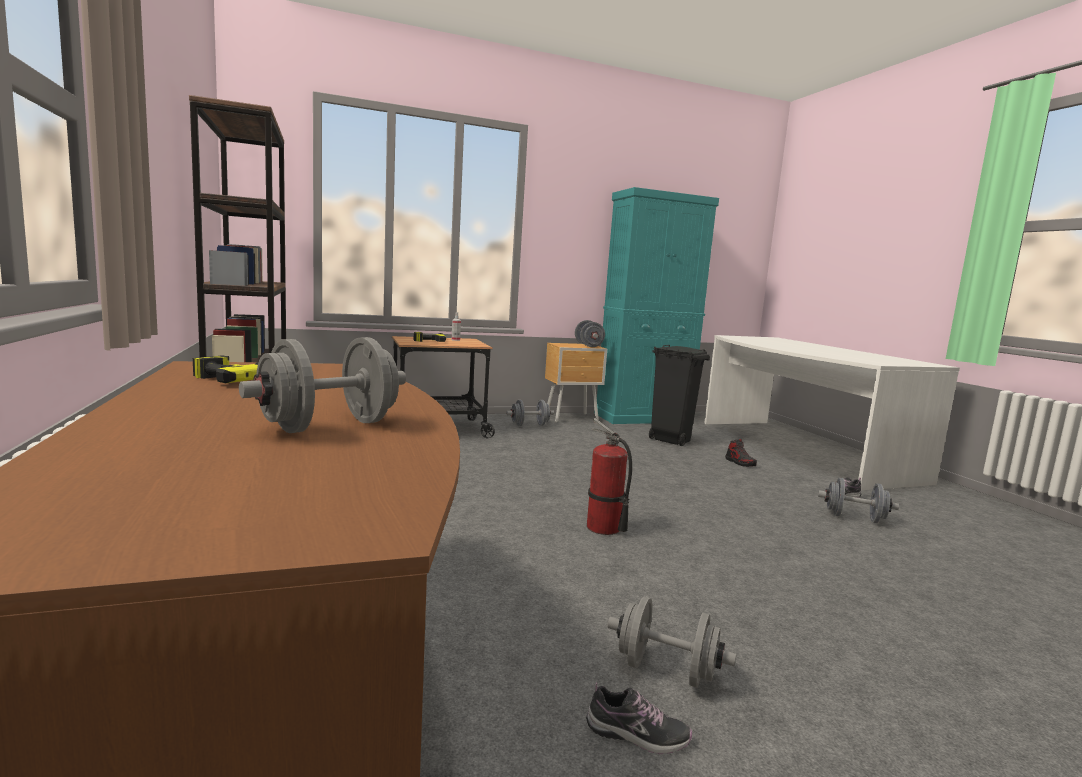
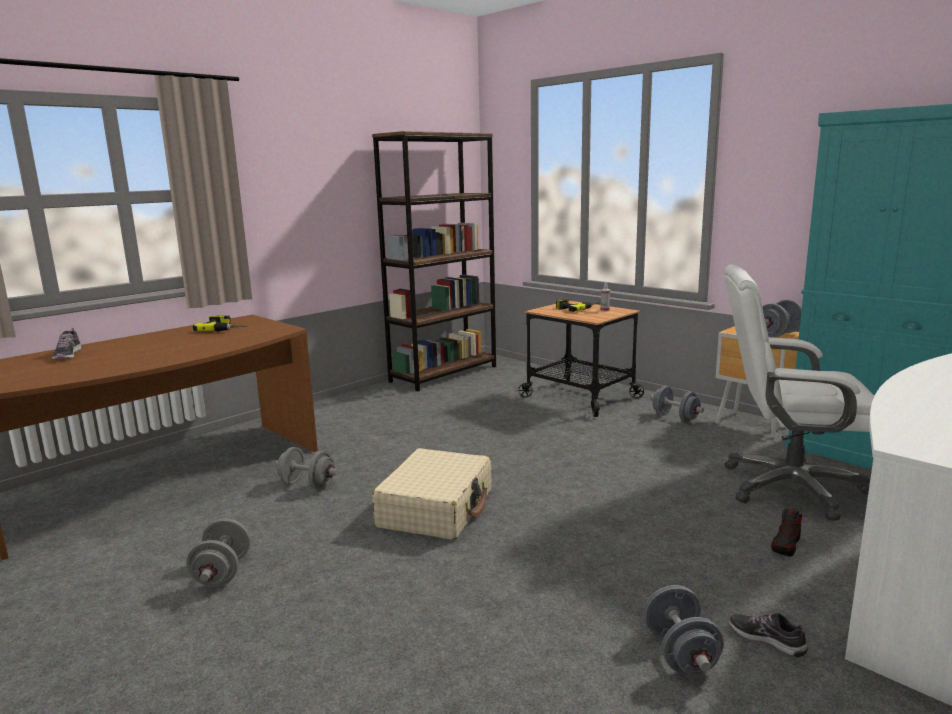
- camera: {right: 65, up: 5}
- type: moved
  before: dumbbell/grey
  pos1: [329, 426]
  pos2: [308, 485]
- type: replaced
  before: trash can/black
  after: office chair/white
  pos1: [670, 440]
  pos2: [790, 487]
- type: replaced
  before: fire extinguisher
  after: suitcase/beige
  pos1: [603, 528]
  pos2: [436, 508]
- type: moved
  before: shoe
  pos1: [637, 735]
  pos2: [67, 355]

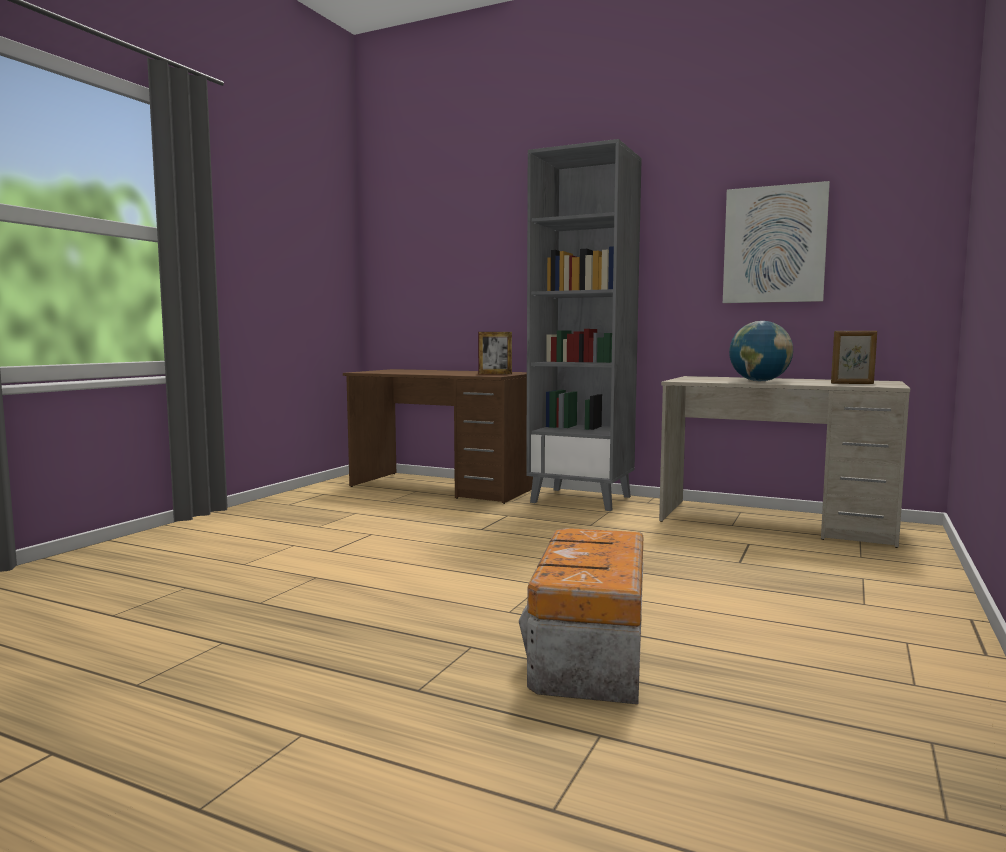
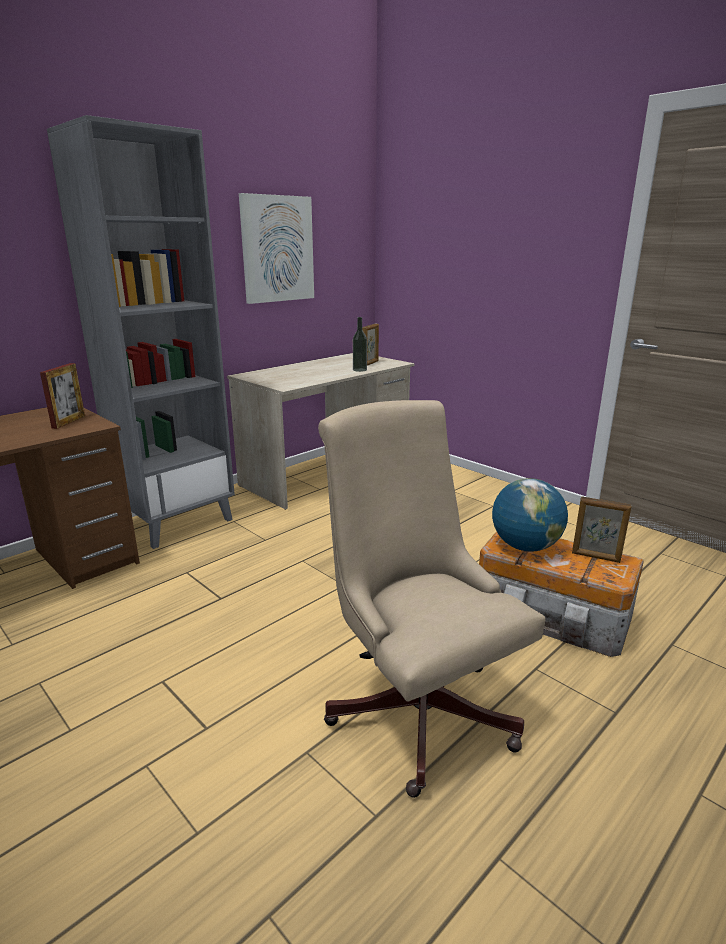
- camera: {right: -70, up: 15}
- type: moved
  before: globe
  pos1: [759, 381]
  pos2: [525, 546]
- type: added
  after: bottle
  pos2: [359, 370]
- type: added
  after: office chair/beige
  pos2: [416, 704]
- type: added
  after: picture frame
  pos2: [596, 557]

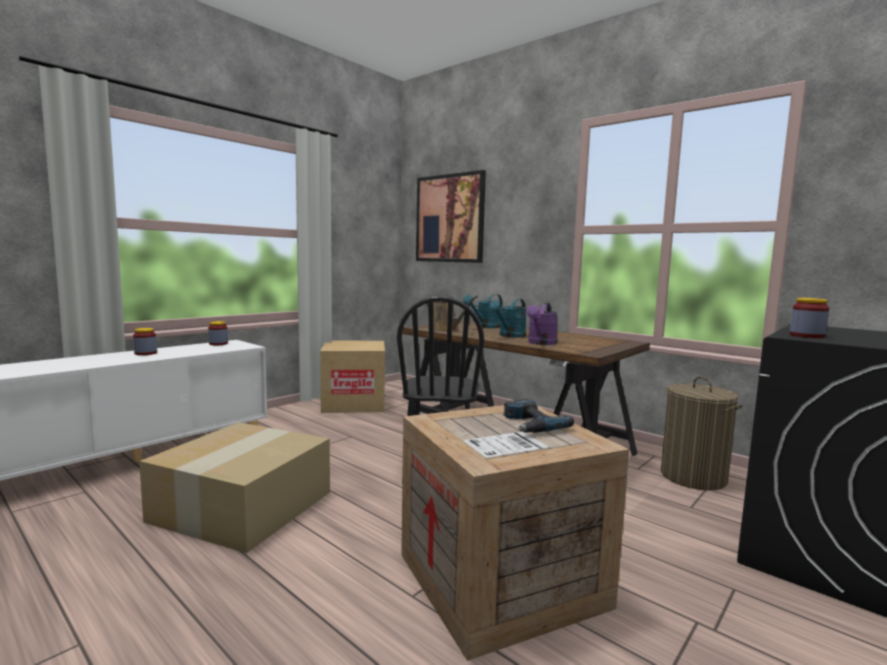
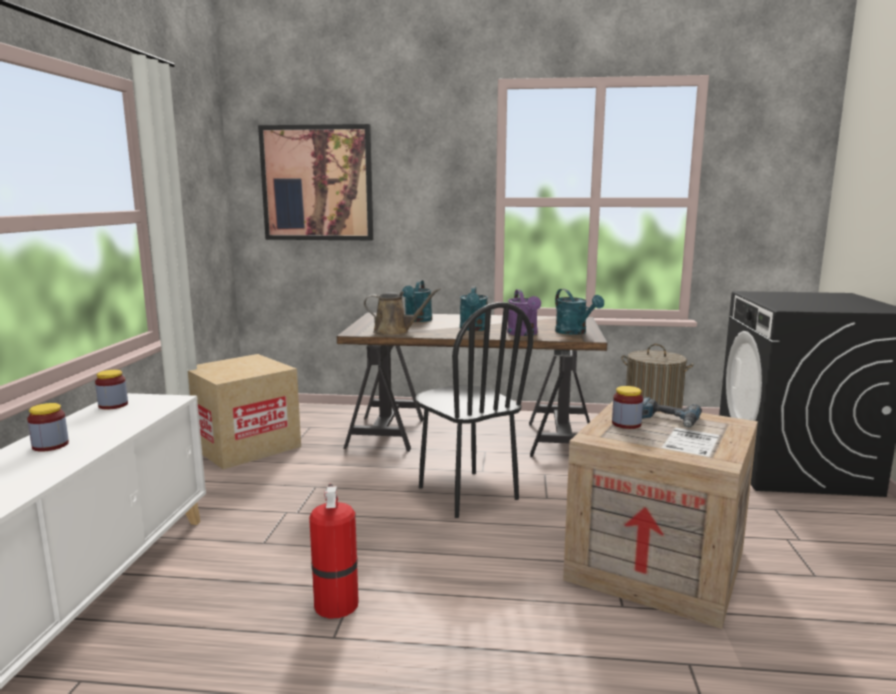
- camera: {right: -35, up: 5}
- type: moved
  before: jar
  pos1: [807, 336]
  pos2: [626, 424]
- type: replaced
  before: cardboard box
  after: fire extinguisher
  pos1: [243, 505]
  pos2: [336, 603]
- type: added
  after: watering can/turquoise
  pos2: [574, 332]

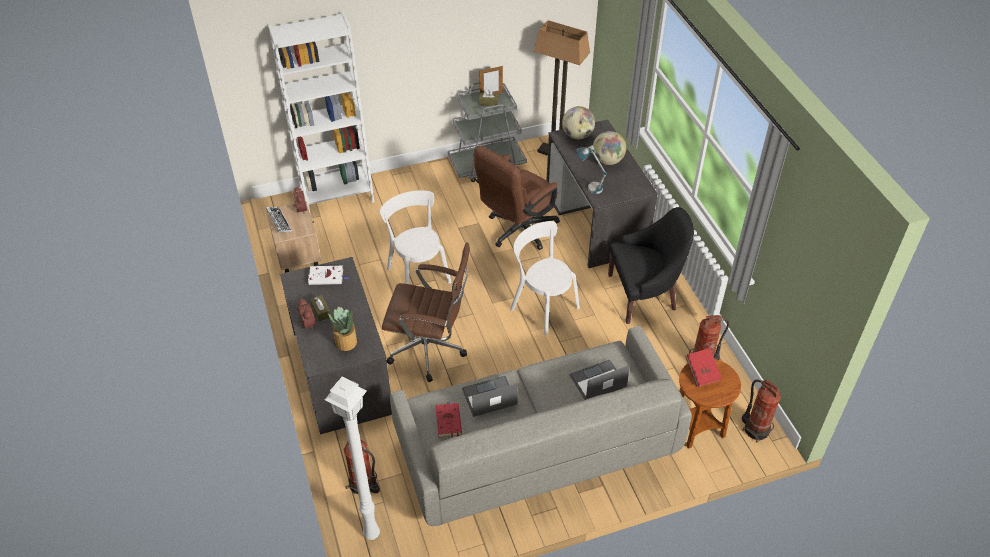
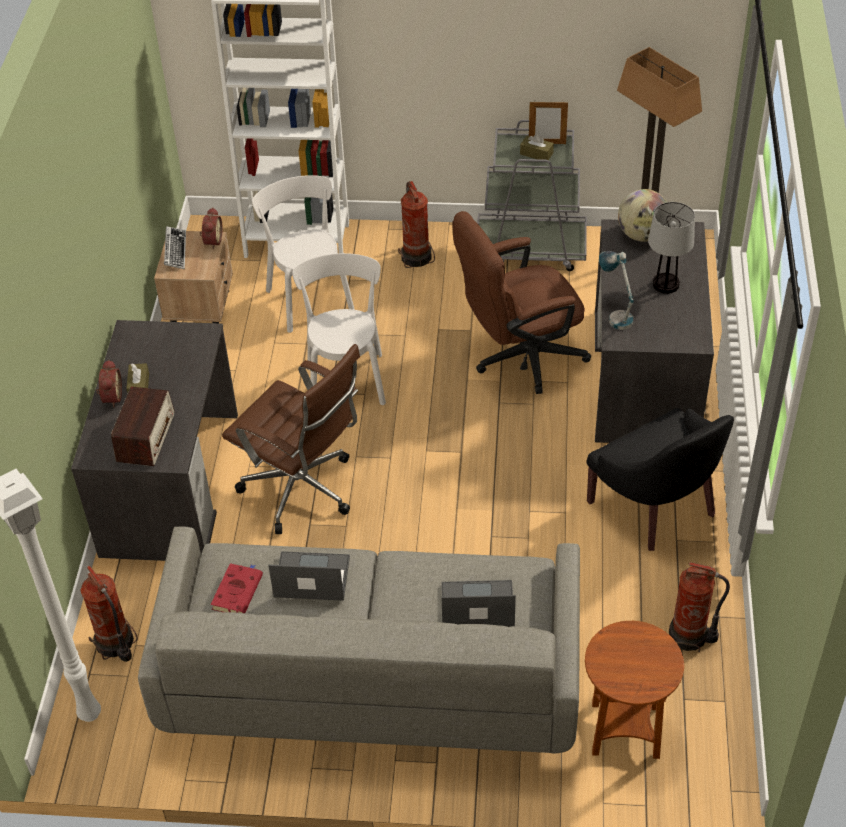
- camera: {right: 25, up: 0}
- type: replaced
  before: globe
  after: table lamp
  pos1: [607, 161]
  pos2: [665, 285]
- type: turned
  before: armchair/black
  pos1: [644, 294]
  pos2: [657, 506]
  turn: 45
- type: moved
  before: chair/white
  pos1: [542, 306]
  pos2: [309, 298]
- type: removed
  before: book/white
  pos1: [327, 277]
- type: replaced
  before: potted plant
  after: radio
  pos1: [346, 342]
  pos2: [146, 437]
- type: removed
  before: book/red
  pos1: [702, 373]
- type: moved
  before: fire extinguisher
  pos1: [756, 428]
  pos2: [416, 256]

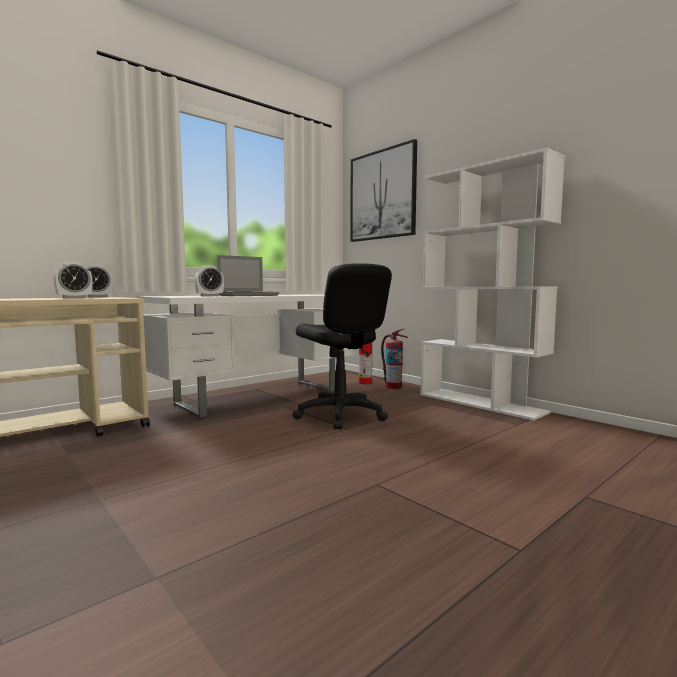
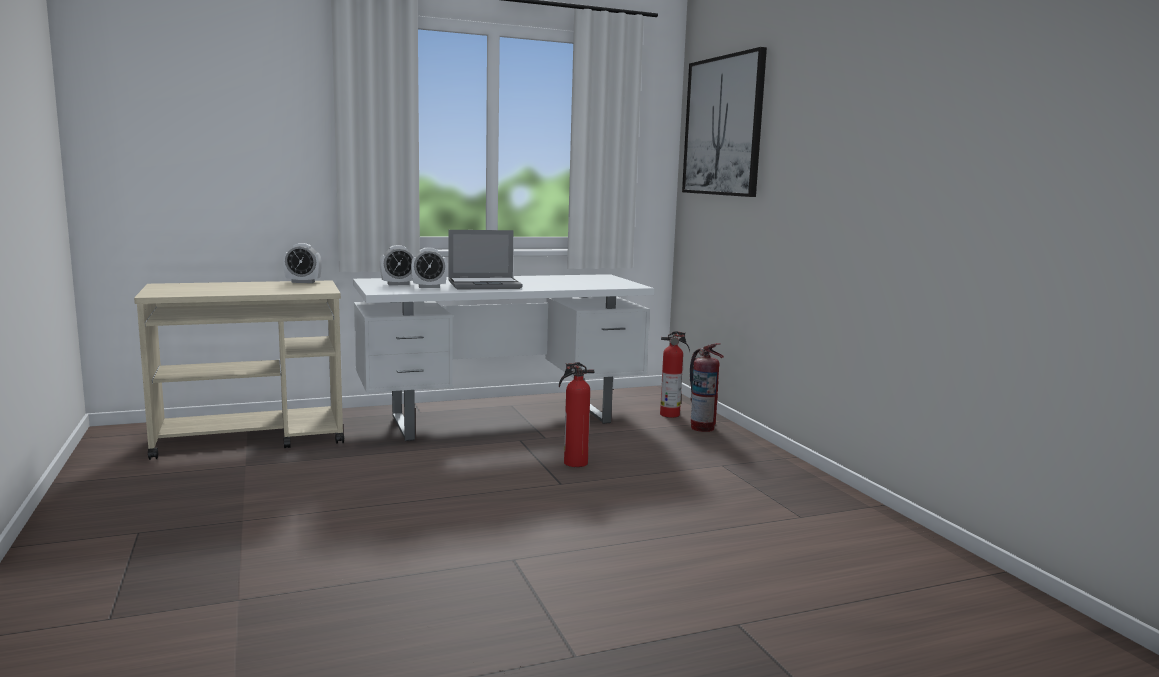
- camera: {right: 20, up: 5}
- type: removed
  before: bookcase/white
  pos1: [481, 403]
- type: moved
  before: alarm clock
  pos1: [74, 298]
  pos2: [398, 284]
- type: replaced
  before: office chair/black
  after: fire extinguisher
  pos1: [340, 415]
  pos2: [574, 463]

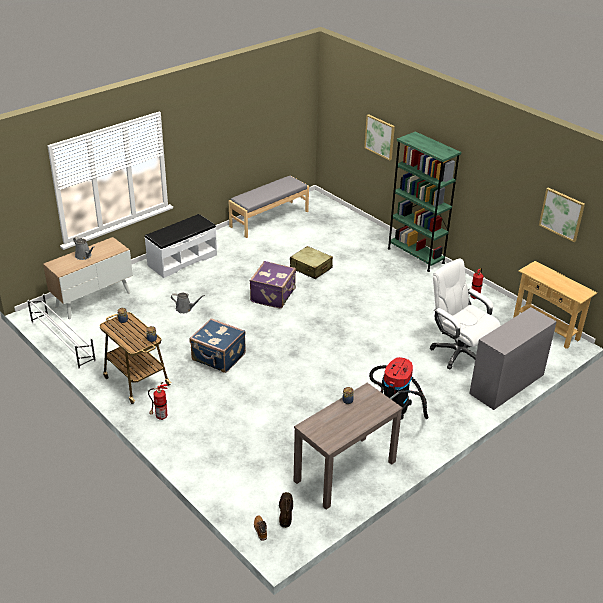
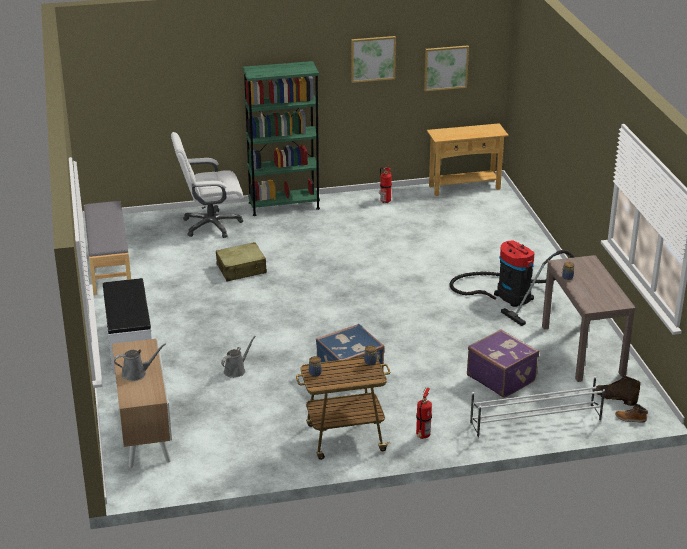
- camera: {right: -60, up: -5}
- type: moved
  before: picture
  pos1: [380, 137]
  pos2: [373, 58]
- type: moved
  before: office chair/white
  pos1: [458, 353]
  pos2: [211, 225]
- type: moved
  before: suitcase/purple
  pos1: [273, 295]
  pos2: [501, 378]
- type: moved
  before: shoe rack/white
  pos1: [62, 341]
  pos2: [534, 422]
- type: removed
  before: desk/grey
  pos1: [507, 384]

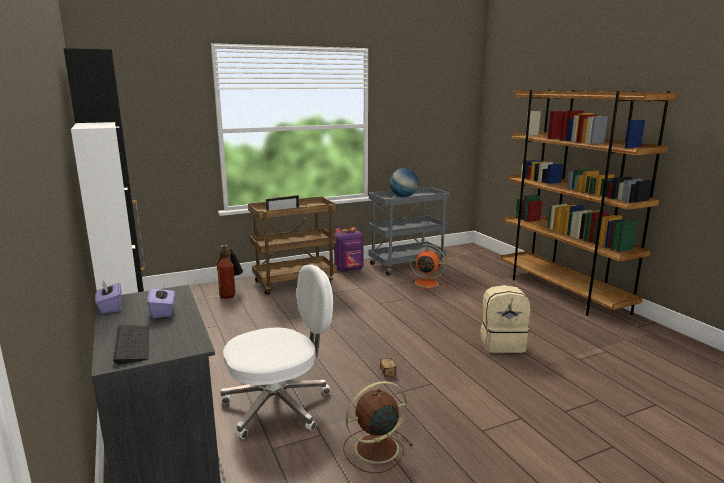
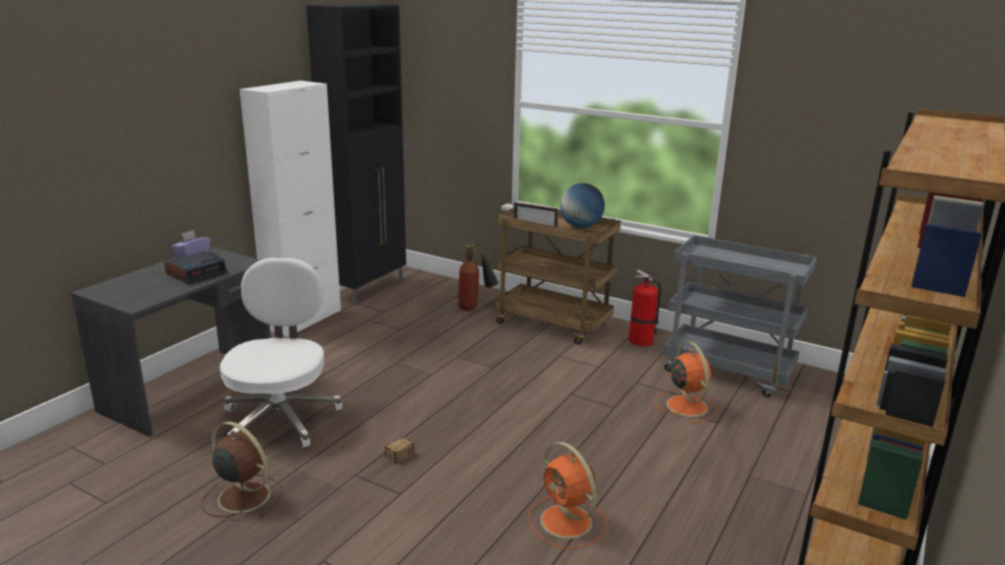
- camera: {right: 55, up: 5}
- type: moved
  before: globe
  pos1: [403, 196]
  pos2: [580, 226]
- type: replaced
  before: backpack/purple
  after: fire extinguisher
  pos1: [349, 270]
  pos2: [642, 341]
- type: turned
  before: office chair/white
  pos1: [279, 405]
  pos2: [281, 417]
  turn: -120
- type: replaced
  before: tissue box/purple
  after: alarm clock
  pos1: [163, 312]
  pos2: [196, 273]
- type: replaced
  before: backpack/beige
  after: fan/orange
  pos1: [502, 343]
  pos2: [567, 522]
- type: removed
  before: keyboard
  pos1: [132, 344]

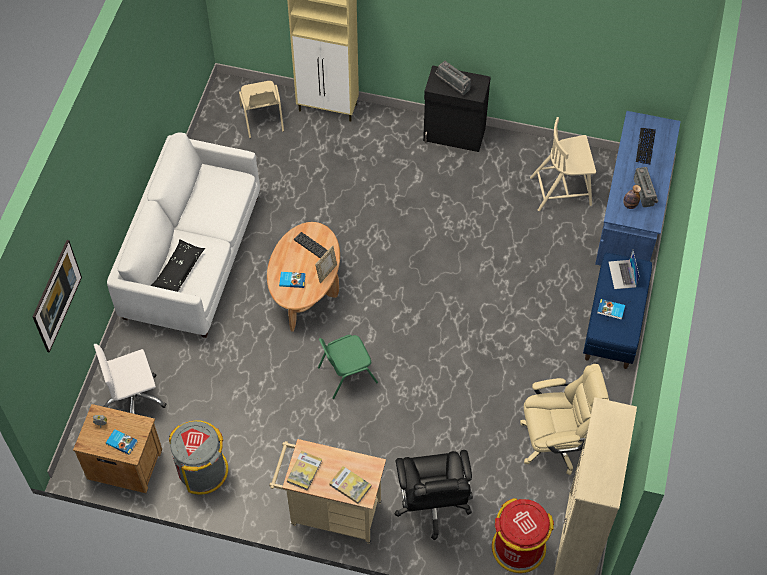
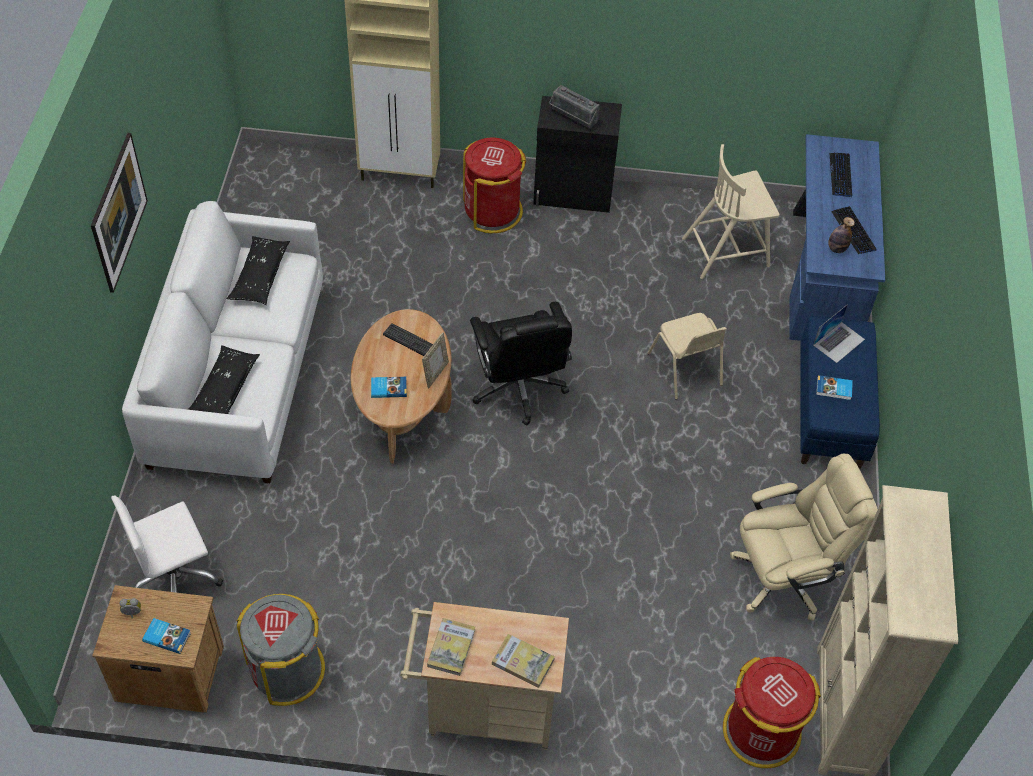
- camera: {right: -10, up: -5}
- type: moved
  before: chair/beige
  pos1: [262, 119]
  pos2: [685, 370]
- type: replaced
  before: radio
  after: keyboard
  pos1: [645, 192]
  pos2: [853, 231]
- type: moved
  before: picture
  pos1: [60, 305]
  pos2: [123, 229]
- type: turned
  before: laptop
  pos1: [622, 274]
  pos2: [839, 342]
  turn: -120
- type: removed
  before: chair/green
  pos1: [346, 374]
- type: moved
  before: office chair/black
  pos1: [432, 505]
  pos2: [519, 388]
- type: added
  after: trash can/red
  pos2: [492, 211]
- type: added
  after: pillow/black
  pos2: [260, 276]

